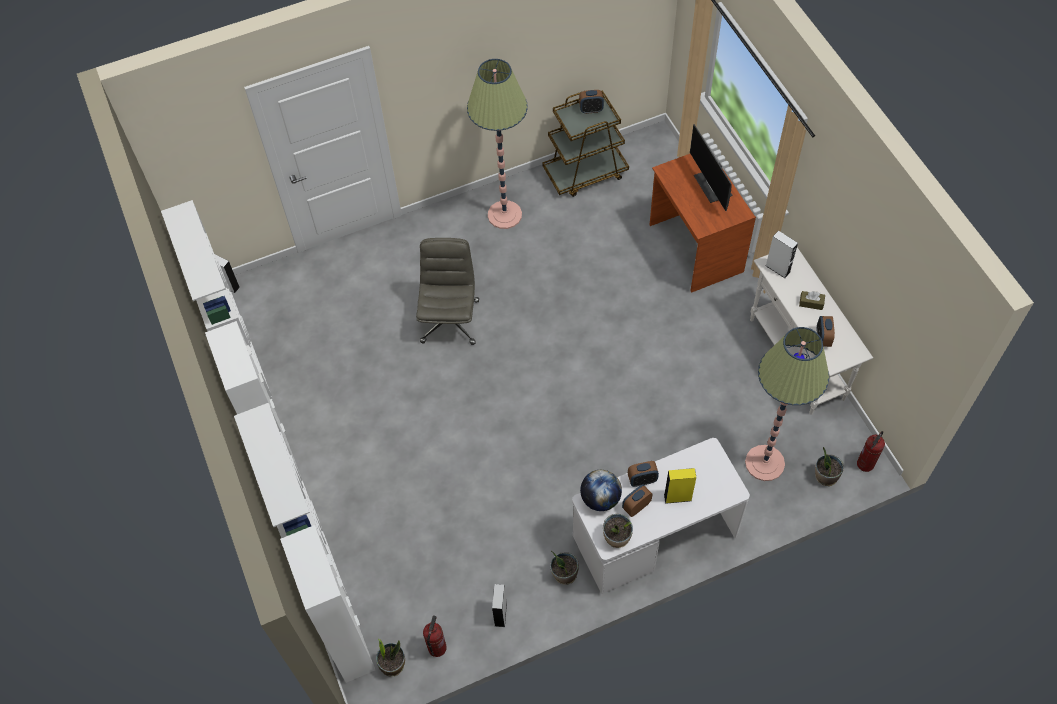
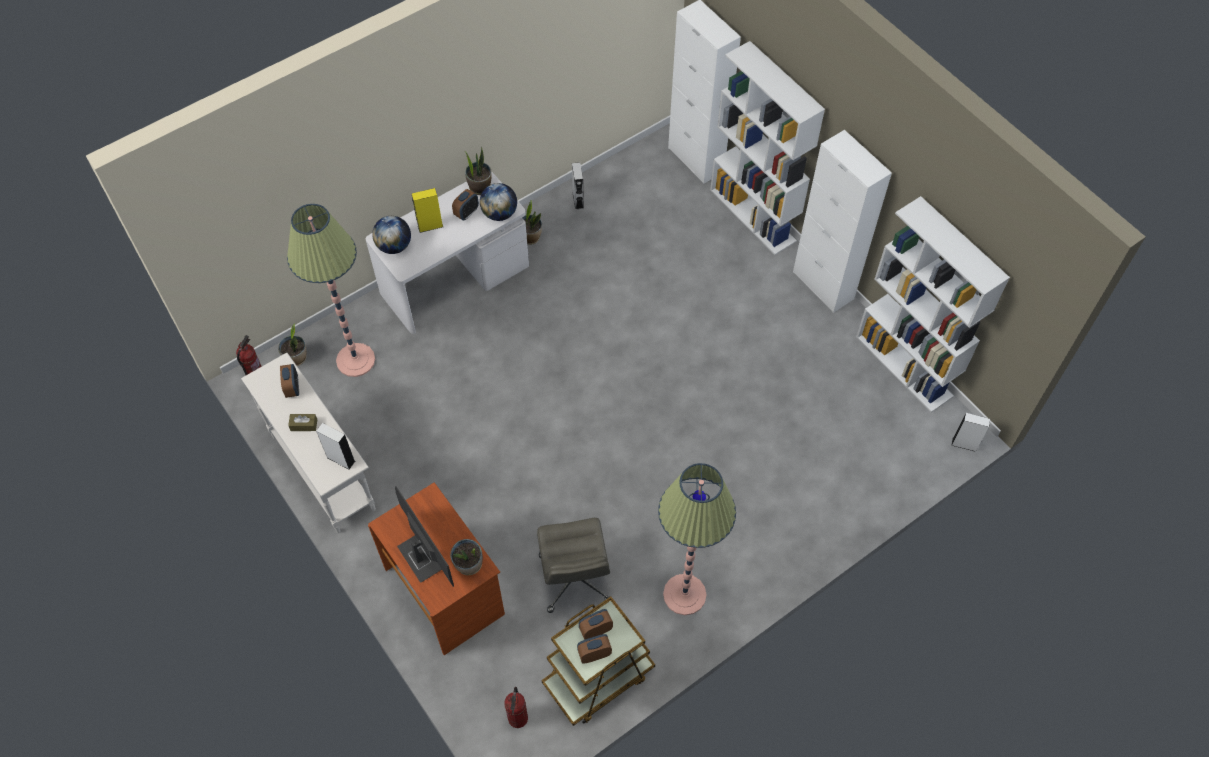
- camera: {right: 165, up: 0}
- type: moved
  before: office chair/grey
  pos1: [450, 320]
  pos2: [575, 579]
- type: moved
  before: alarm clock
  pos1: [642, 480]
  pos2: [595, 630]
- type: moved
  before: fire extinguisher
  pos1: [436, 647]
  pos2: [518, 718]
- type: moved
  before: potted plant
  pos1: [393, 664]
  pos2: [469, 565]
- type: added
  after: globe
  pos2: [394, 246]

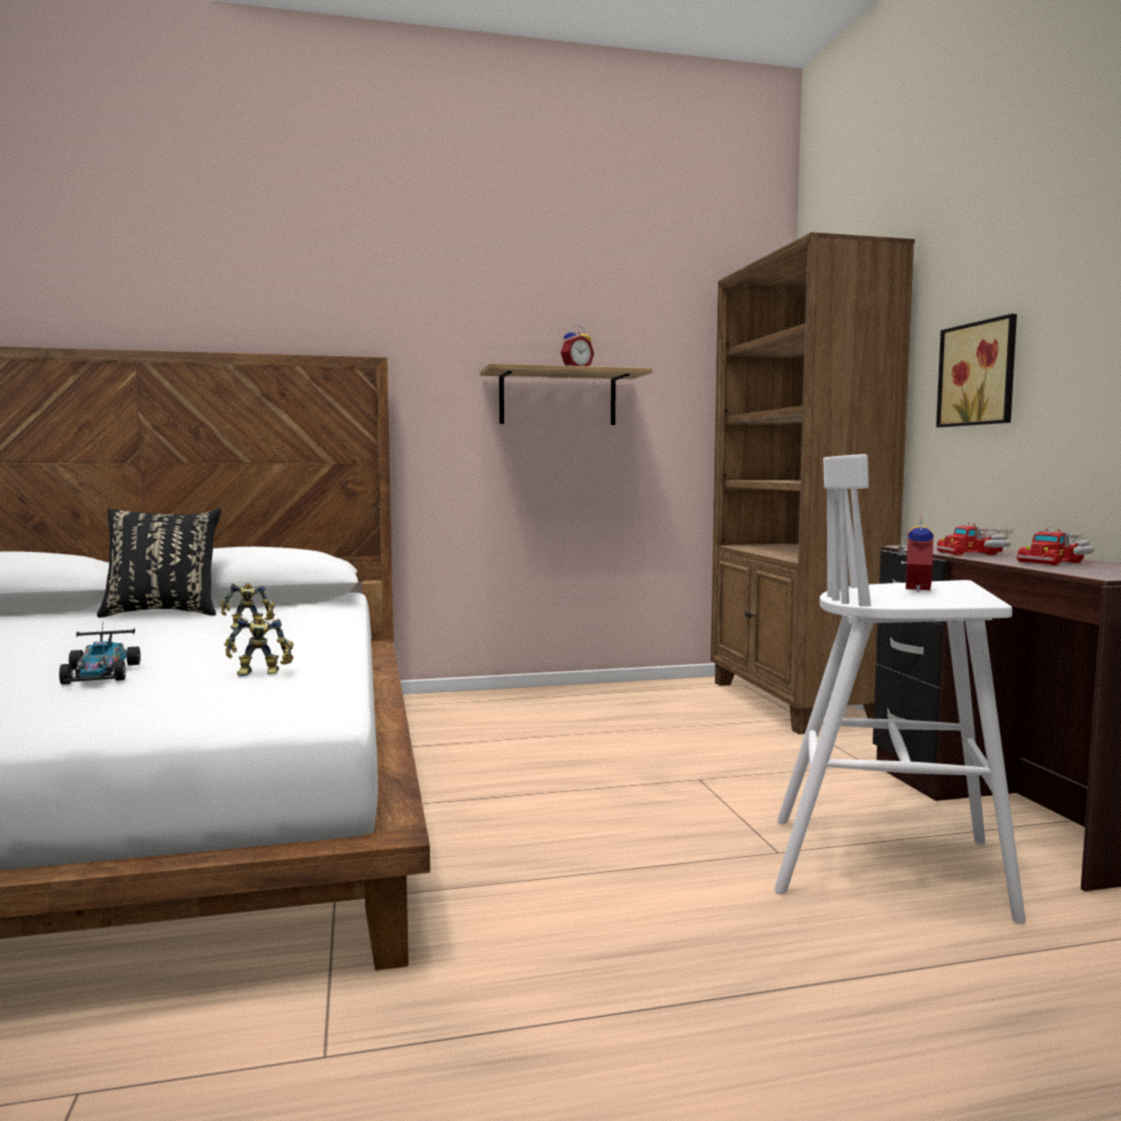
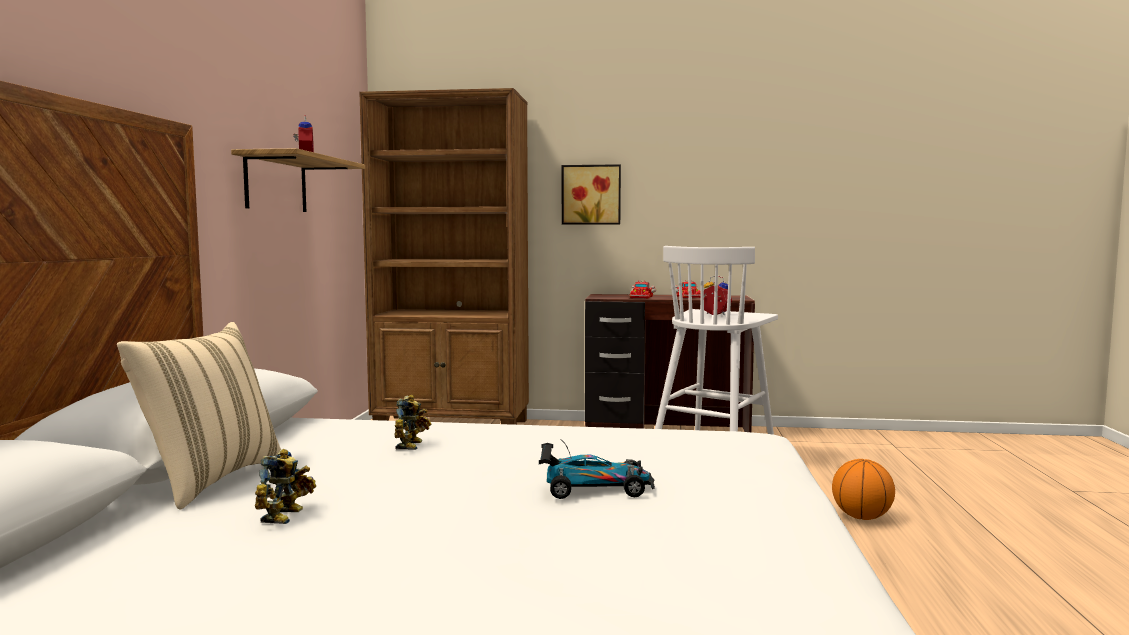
- camera: {right: -70, up: 0}
- type: recoloured
  before: pillow/black
  after: pillow/beige
  pos1: [164, 613]
  pos2: [209, 480]
- type: moved
  before: toy robot
  pos1: [259, 674]
  pos2: [286, 516]
- type: added
  after: basketball
  pos2: [862, 517]

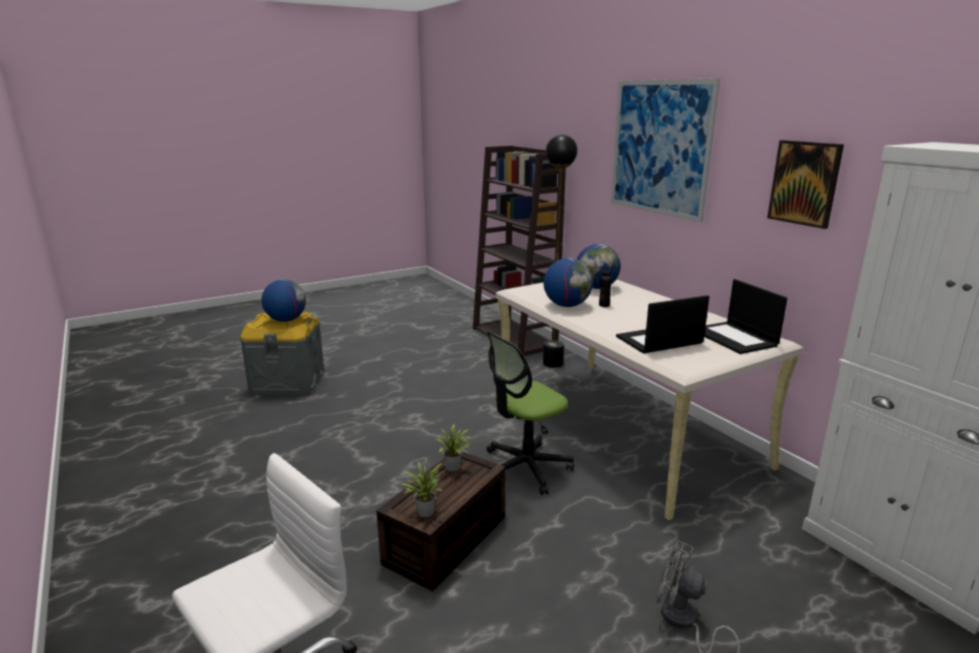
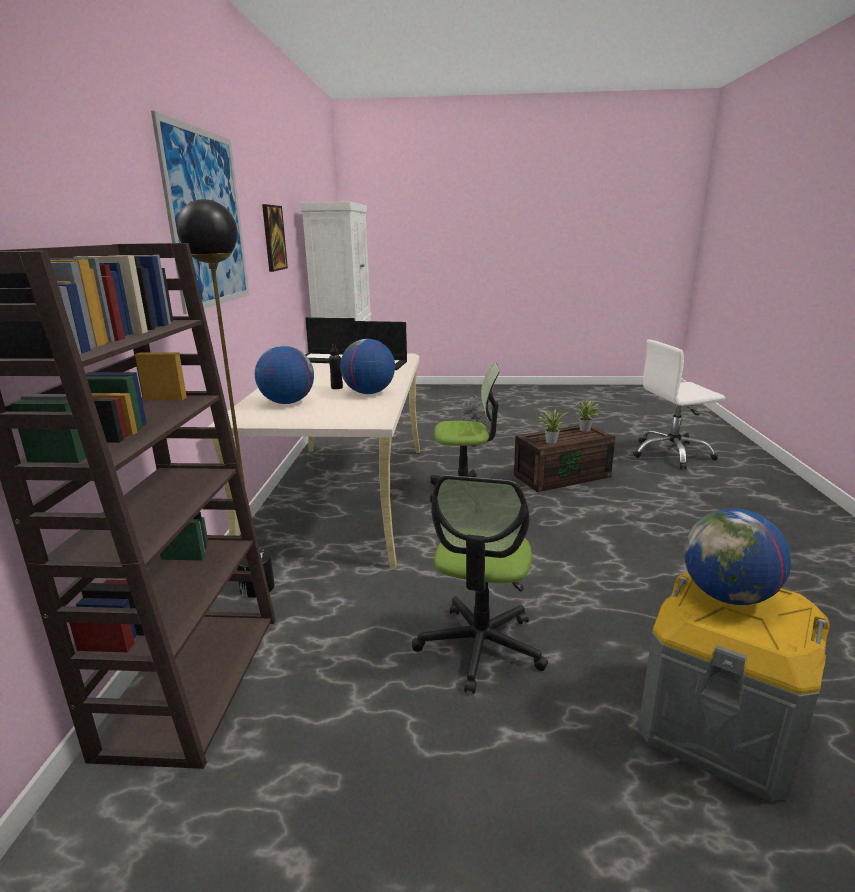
- camera: {right: -145, up: 0}
- type: turned
  before: laptop
  pos1: [735, 338]
  pos2: [327, 358]
  turn: 90
- type: added
  after: office chair
  pos2: [480, 647]

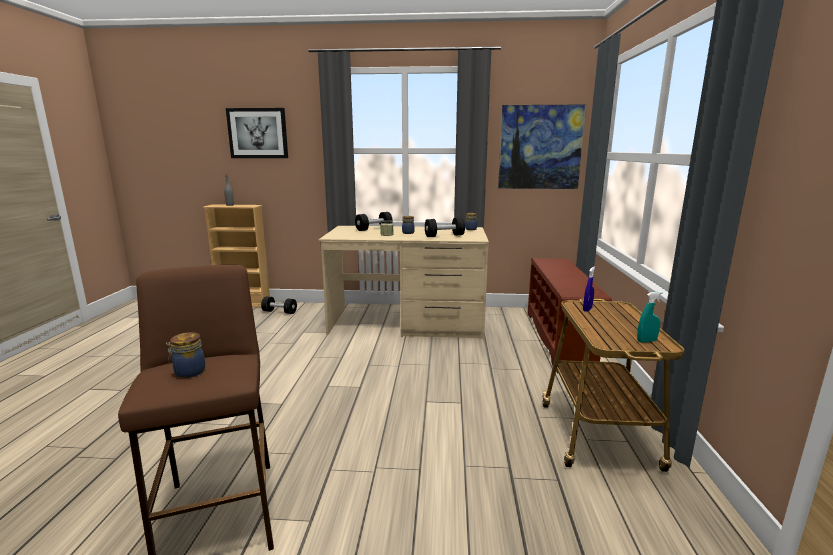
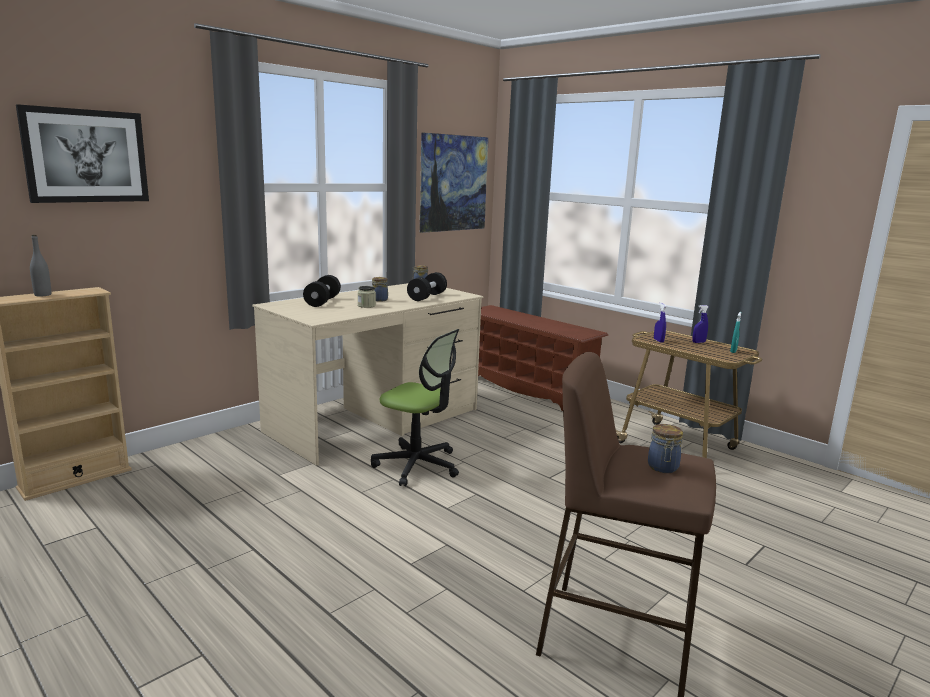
- camera: {right: -50, up: 0}
- type: removed
  before: dumbbell/black
  pos1: [279, 312]
- type: added
  after: spray bottle/blue
  pos2: [698, 342]
- type: added
  after: office chair
  pos2: [417, 465]

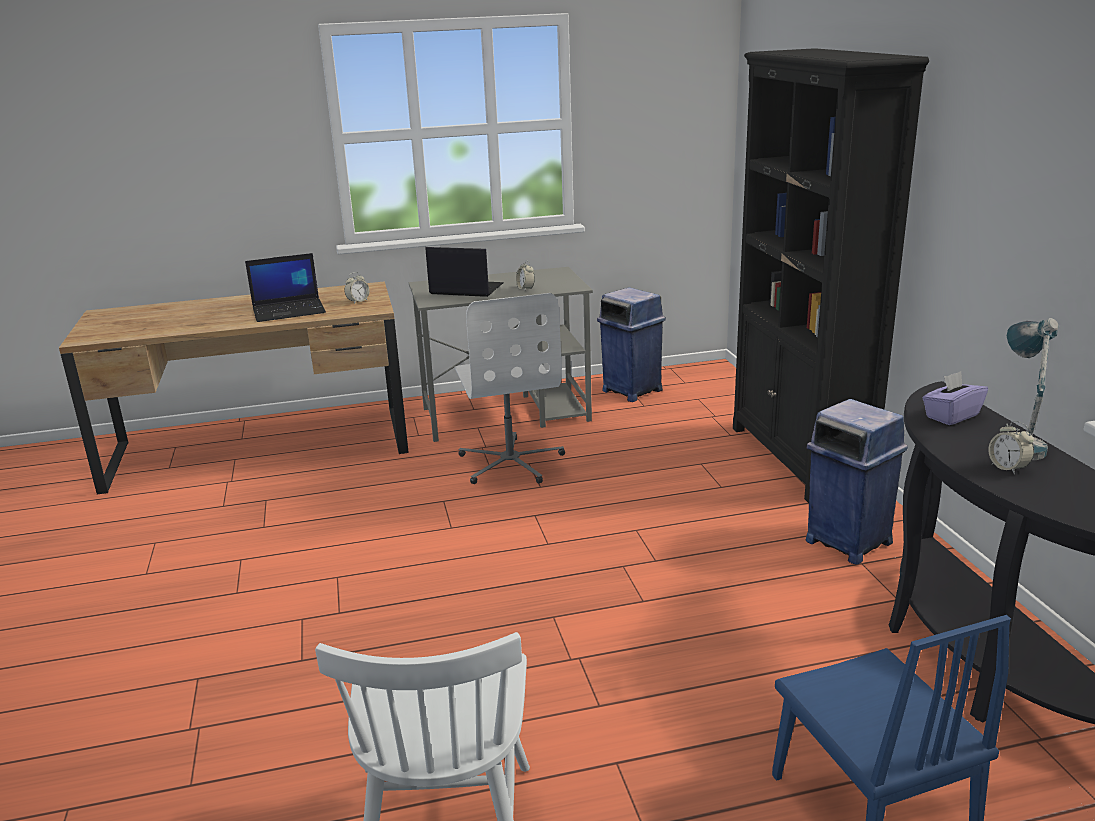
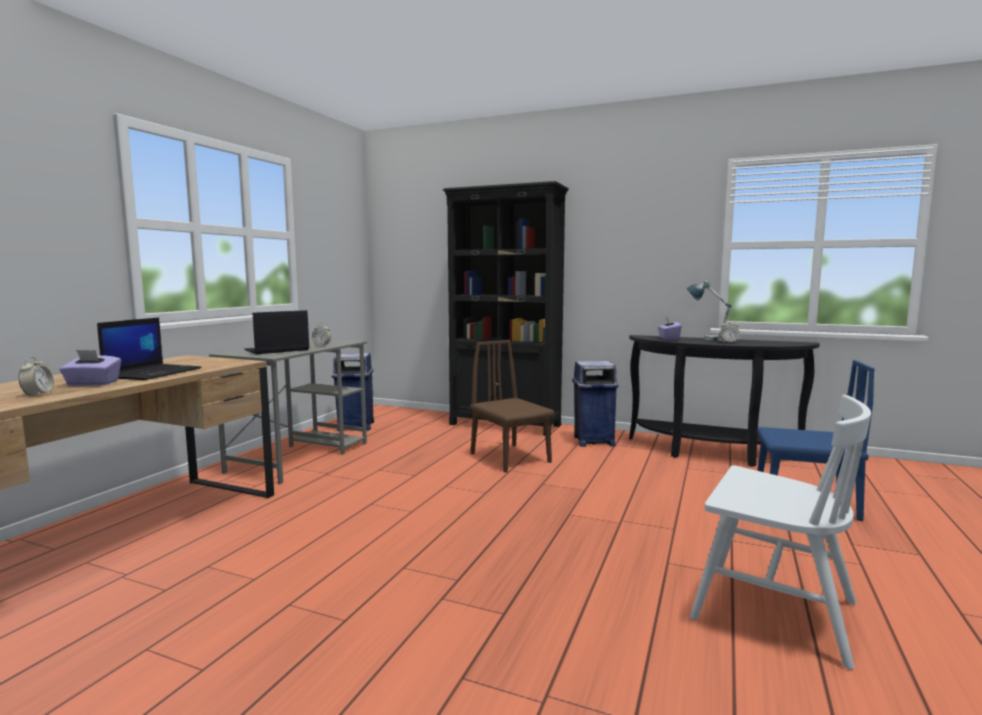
- camera: {right: -55, up: -15}
- type: moved
  before: alarm clock
  pos1: [358, 301]
  pos2: [38, 394]
- type: removed
  before: office chair/white
  pos1: [511, 462]
- type: added
  after: chair/brown
  pos2: [510, 458]
- type: added
  after: tissue box/purple
  pos2: [92, 383]

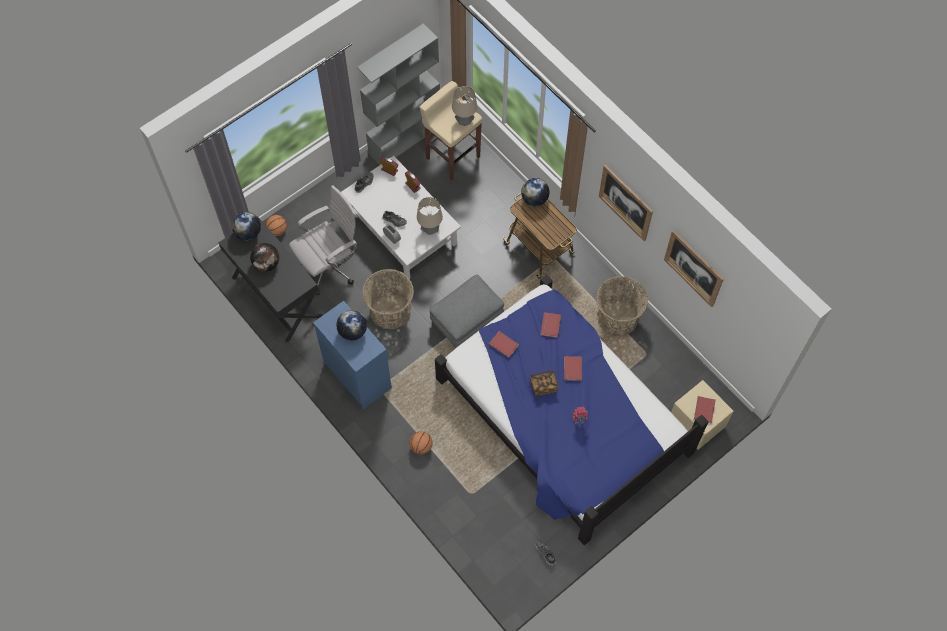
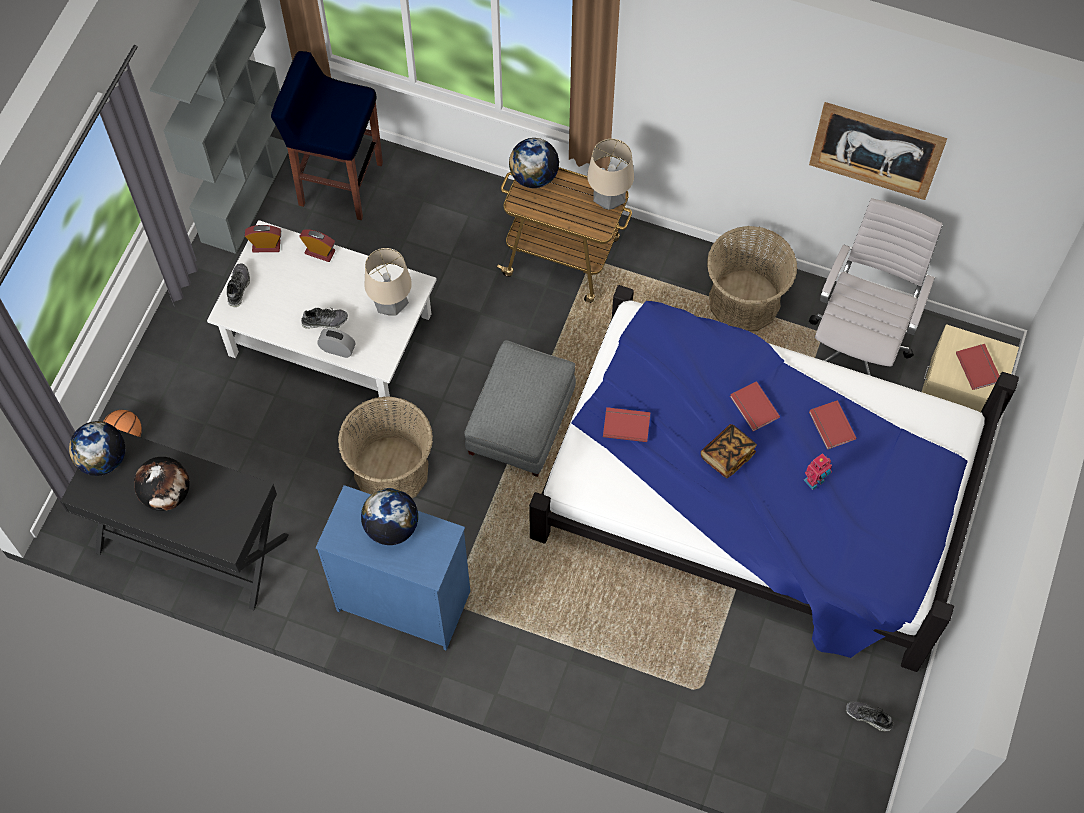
- camera: {right: -30, up: 0}
- type: recoloured
  before: stool/beige
  after: stool/blue
  pos1: [452, 157]
  pos2: [339, 183]
- type: moved
  before: table lamp
  pos1: [464, 121]
  pos2: [609, 201]
- type: removed
  before: picture
  pos1: [625, 202]
- type: moved
  before: office chair/white
  pos1: [330, 266]
  pos2: [857, 347]
- type: moved
  before: book/red
  pos1: [549, 325]
  pos2: [830, 426]
- type: removed
  before: basketball
  pos1: [421, 446]

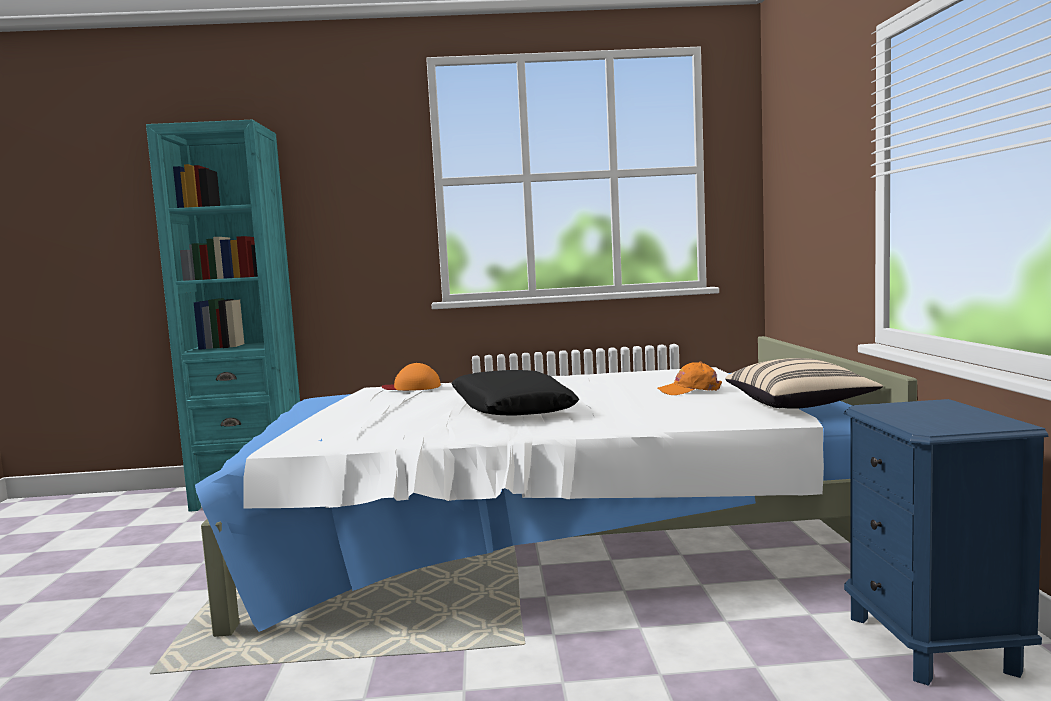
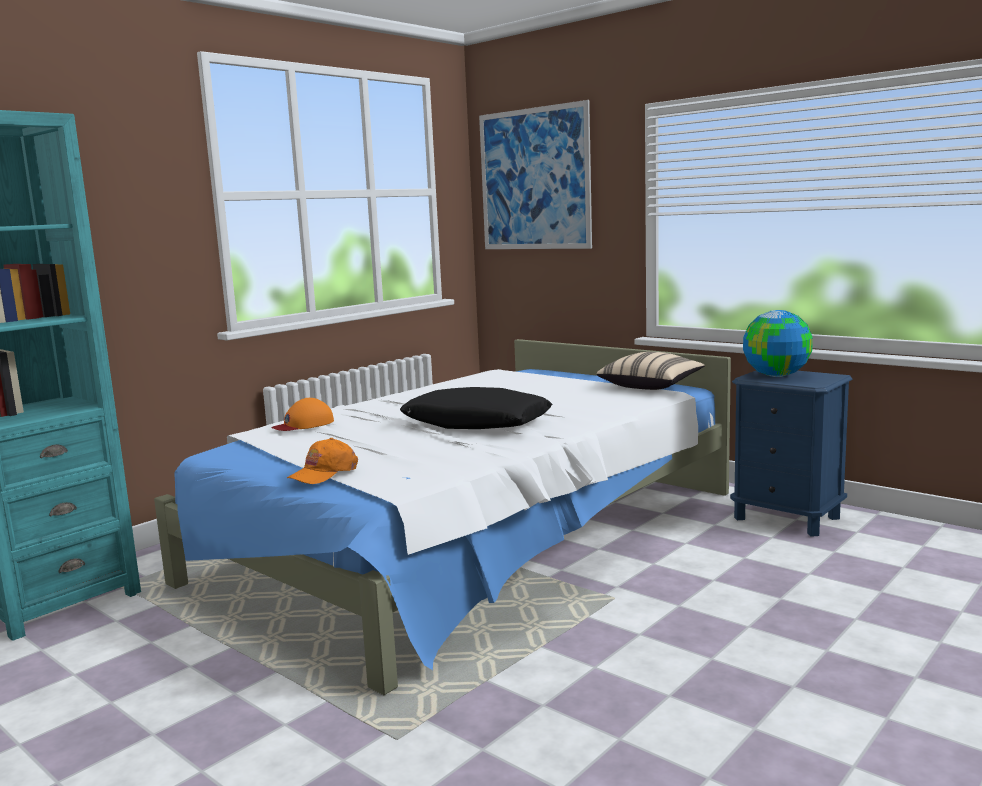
- camera: {right: -45, up: 5}
- type: moved
  before: cap/orange
  pos1: [689, 390]
  pos2: [323, 473]
- type: added
  after: picture
  pos2: [534, 179]
- type: added
  after: globe
  pos2: [776, 375]

